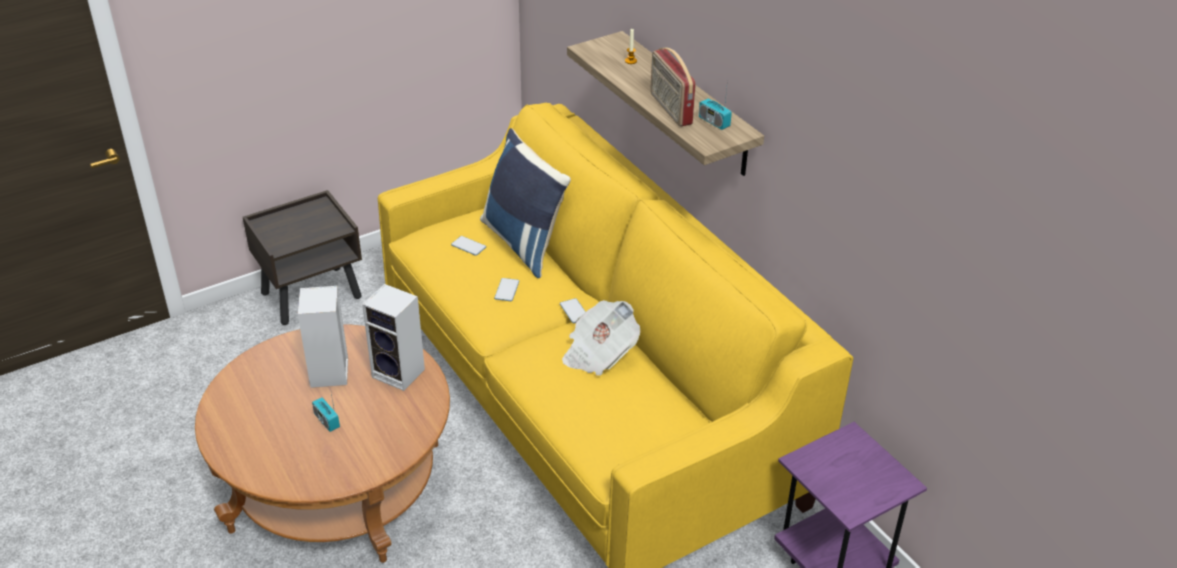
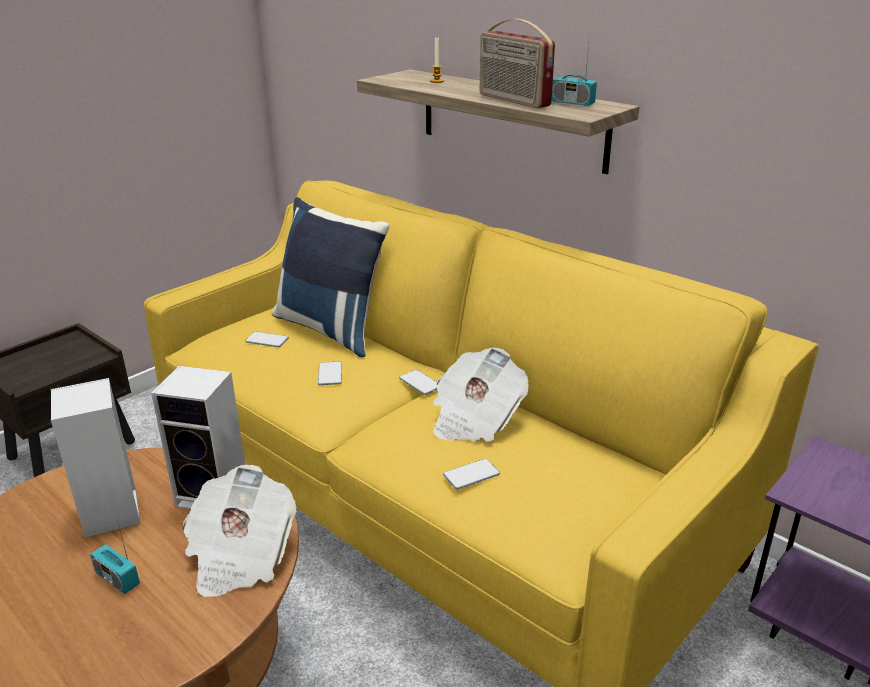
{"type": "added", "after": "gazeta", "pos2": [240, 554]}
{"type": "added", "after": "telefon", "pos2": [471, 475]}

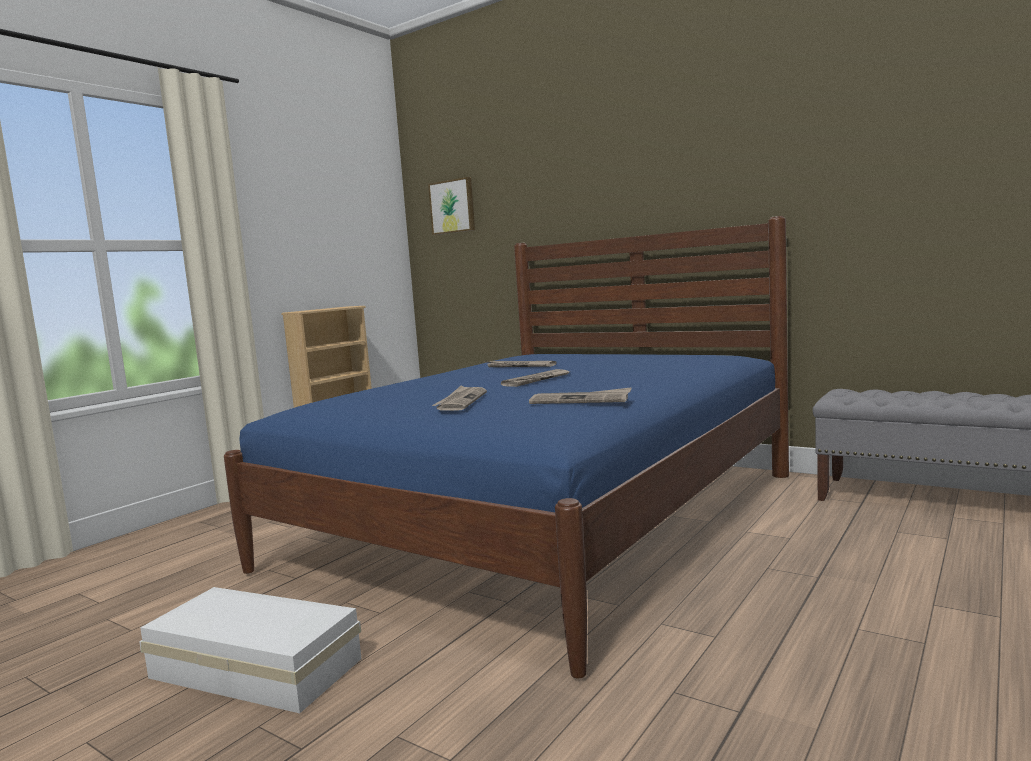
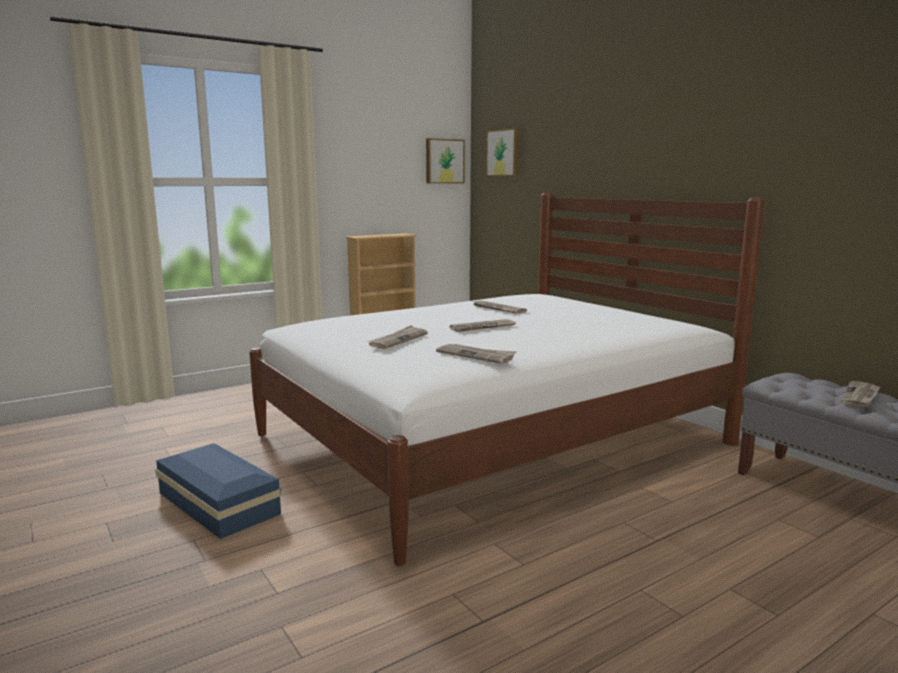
{"type": "added", "after": "obraz", "pos2": [444, 161]}
{"type": "added", "after": "gazeta", "pos2": [860, 396]}
{"type": "recoloured", "before": "pojemnik do przechowywania/biały", "after": "pojemnik do przechowywania/niebieski", "pos1": [254, 666], "pos2": [219, 502]}
{"type": "recoloured", "before": "łóżko/niebieski", "after": "łóżko/biały", "pos1": [547, 519], "pos2": [493, 439]}

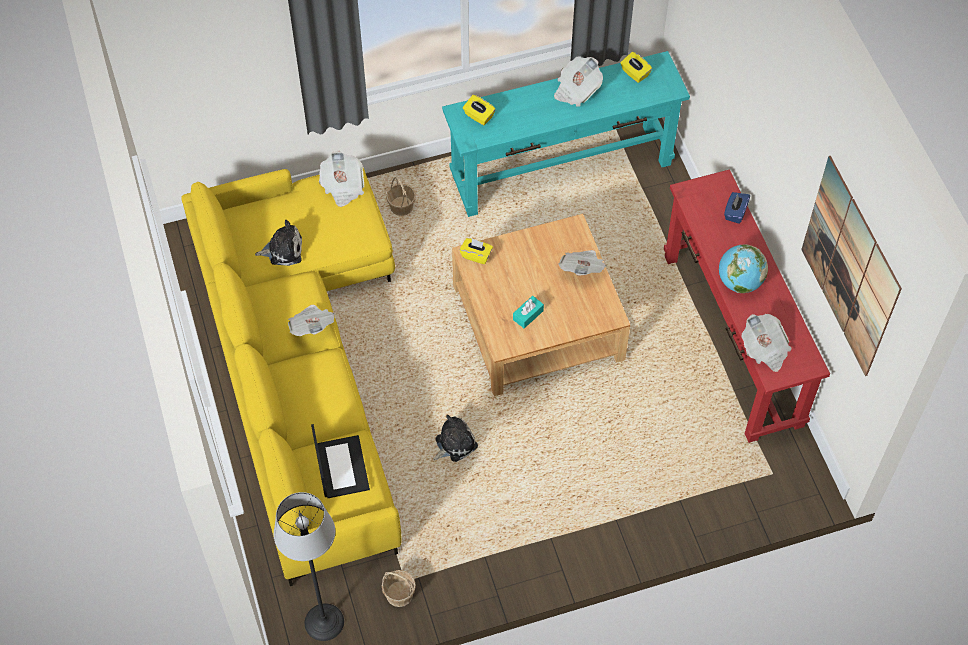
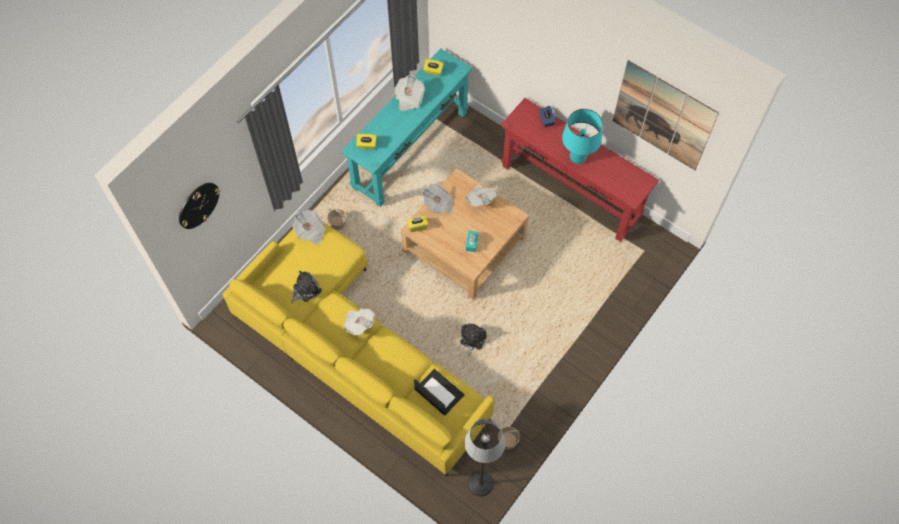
{"type": "added", "after": "zegar ścienny", "pos2": [198, 205]}
{"type": "moved", "before": "gazeta", "pos1": [764, 350], "pos2": [438, 204]}
{"type": "replaced", "before": "globus", "after": "lampa stołowa/turkusowy", "pos1": [739, 282], "pos2": [577, 157]}

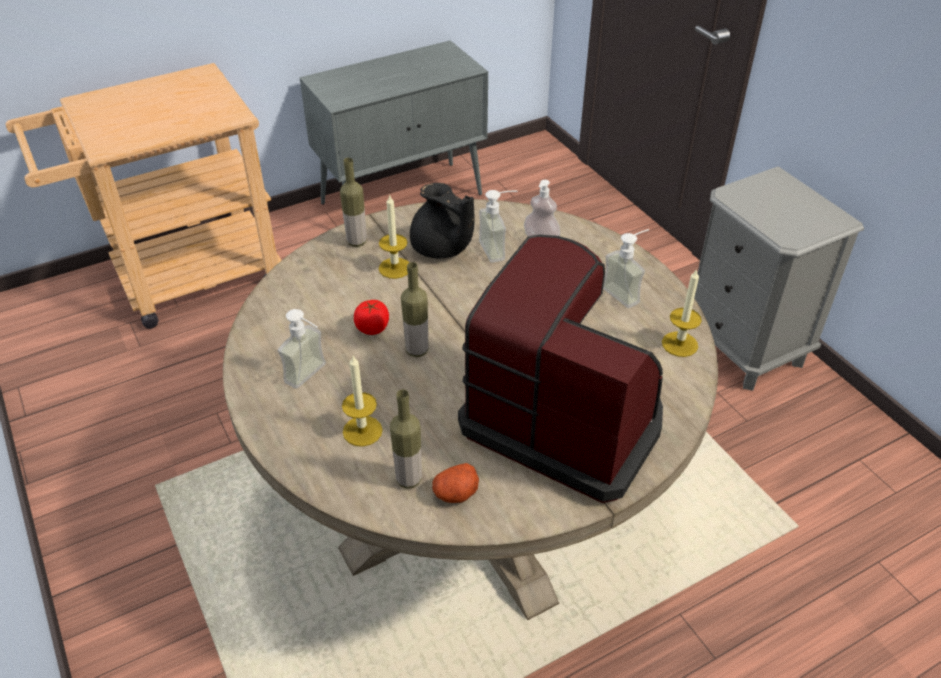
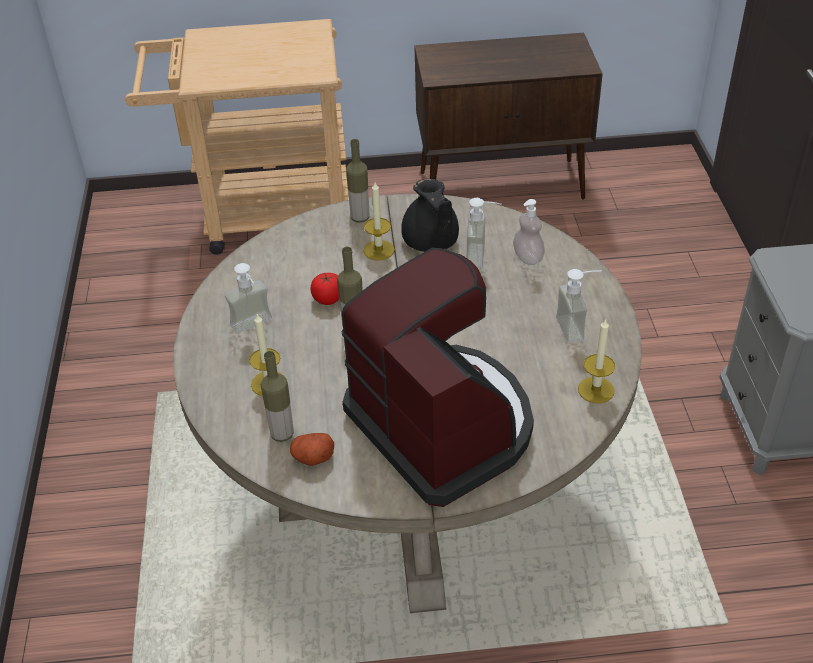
{"type": "recoloured", "before": "szafka/szary", "after": "szafka/brązowy", "pos1": [403, 198], "pos2": [503, 185]}

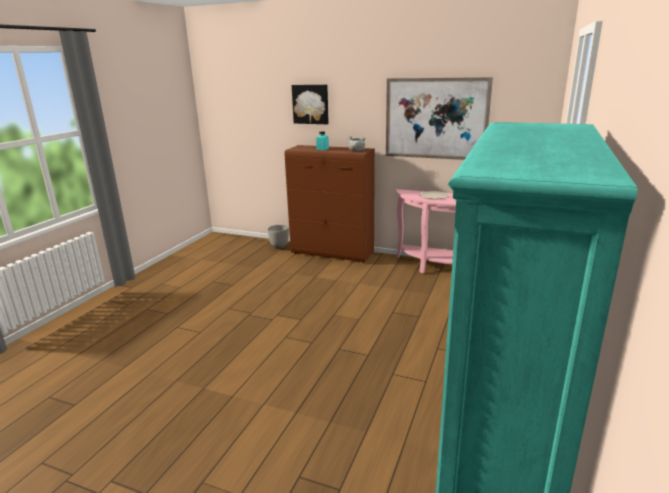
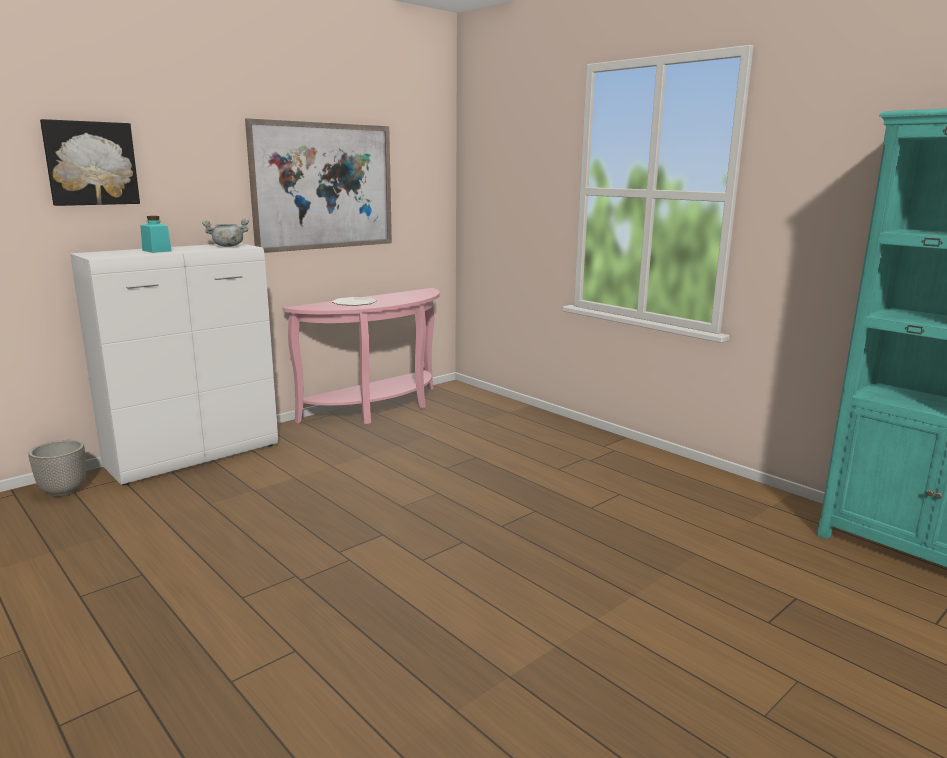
{"type": "recoloured", "before": "szafka/brązowy", "after": "szafka/biały", "pos1": [333, 253], "pos2": [195, 456]}

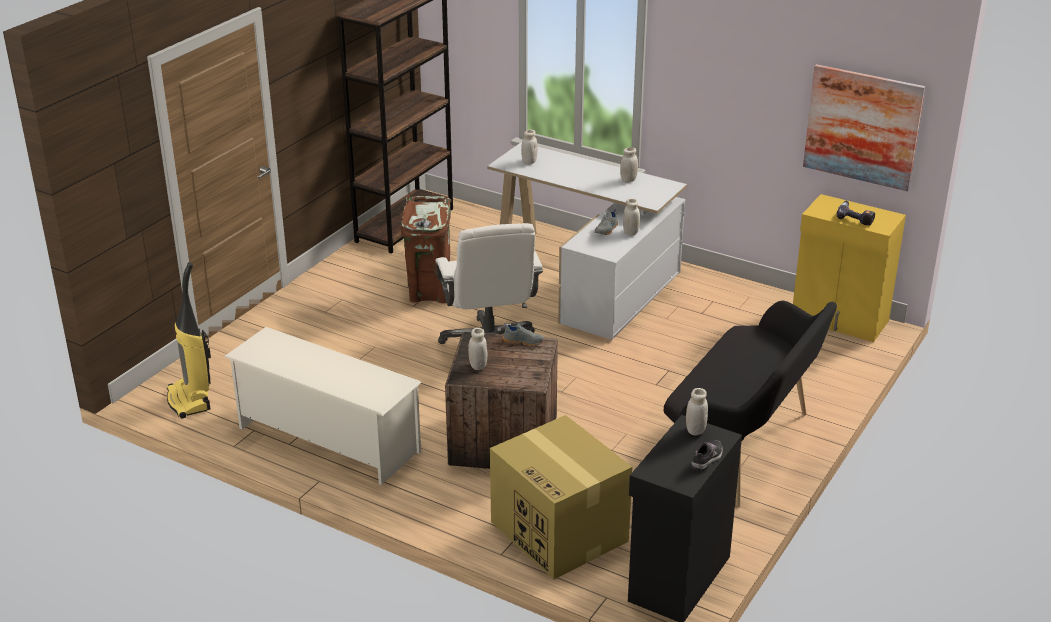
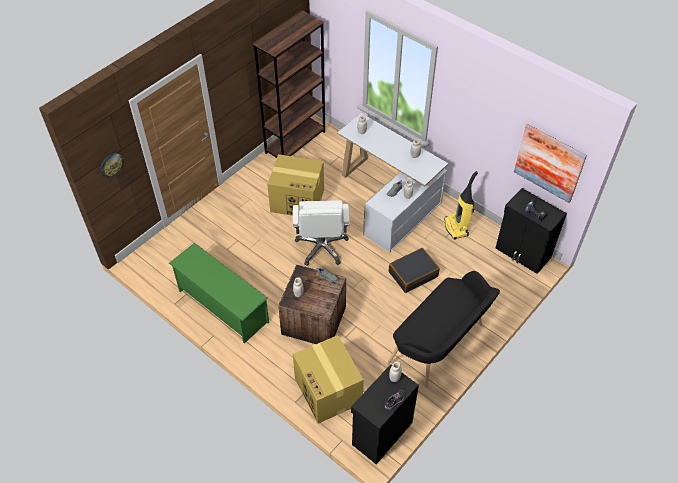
{"type": "added", "after": "zegar ścienny", "pos2": [111, 165]}
{"type": "added", "after": "walizka/czarny", "pos2": [413, 274]}
{"type": "moved", "before": "odkurzacz", "pos1": [190, 400], "pos2": [456, 227]}
{"type": "replaced", "before": "kosz na śmieci/brązowy", "after": "karton", "pos1": [430, 293], "pos2": [298, 200]}
{"type": "recoloured", "before": "regał na buty/biały", "after": "regał na buty/zielony", "pos1": [327, 440], "pos2": [222, 306]}
{"type": "recoloured", "before": "szafka/żółty", "after": "szafka/czarny", "pos1": [840, 320], "pos2": [522, 253]}

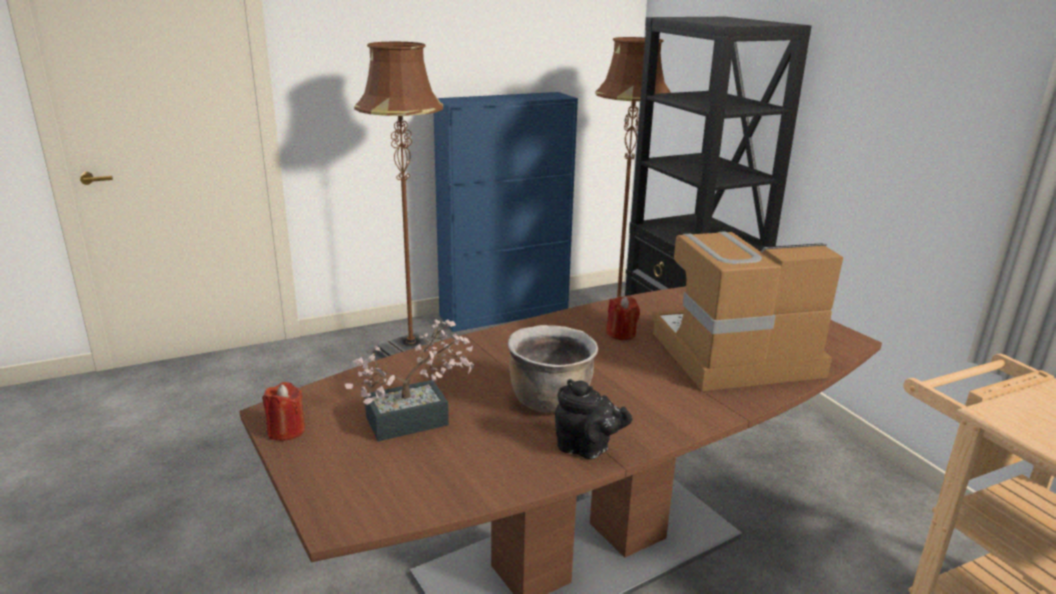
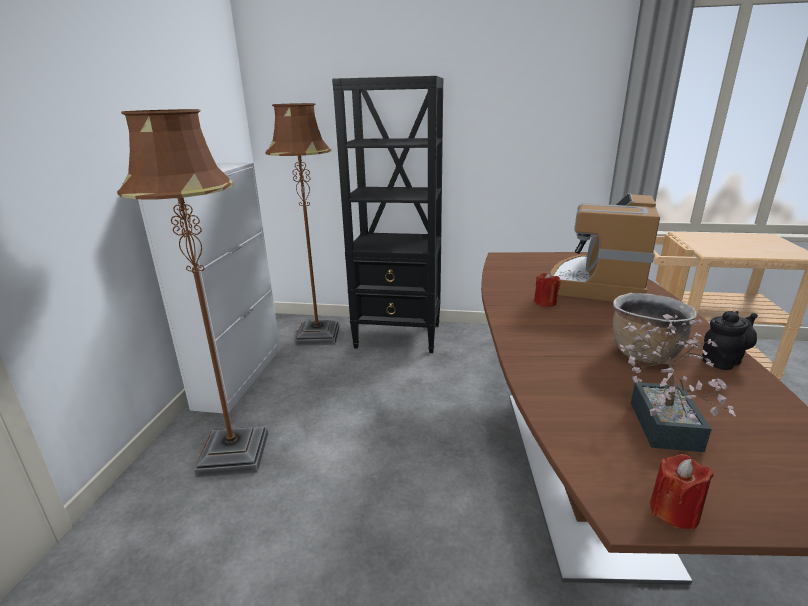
{"type": "recoloured", "before": "szafka/niebieski", "after": "szafka/biały", "pos1": [505, 313], "pos2": [240, 376]}

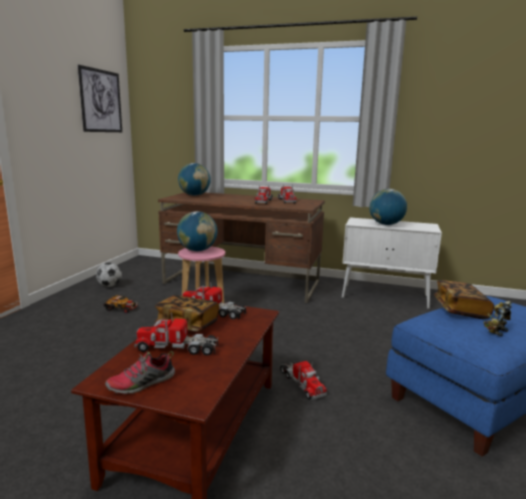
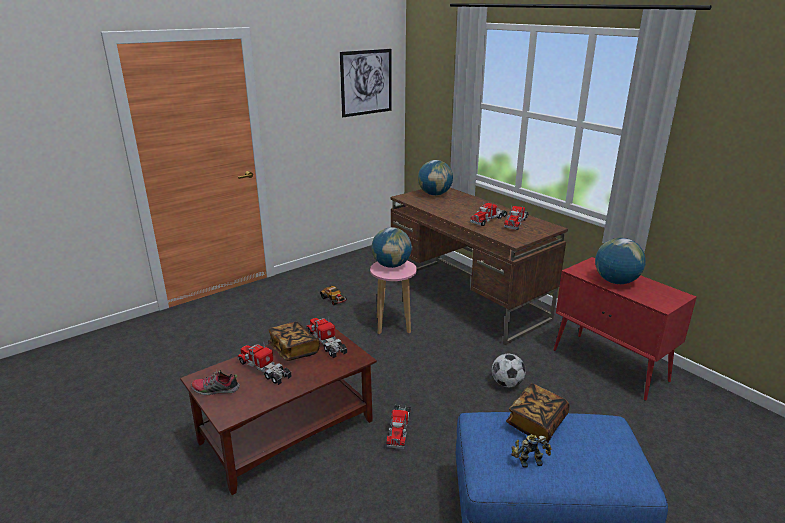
{"type": "moved", "before": "piłka futbolowa", "pos1": [110, 286], "pos2": [507, 383]}
{"type": "recoloured", "before": "szafka/biały", "after": "szafka/czerwony", "pos1": [385, 297], "pos2": [610, 366]}

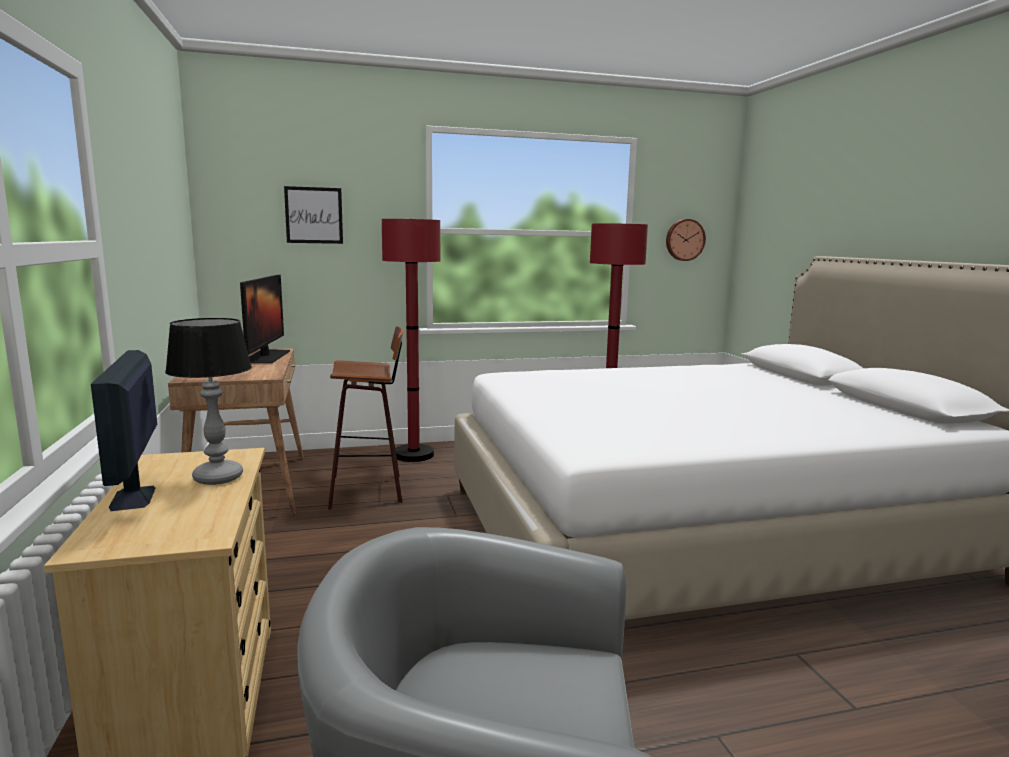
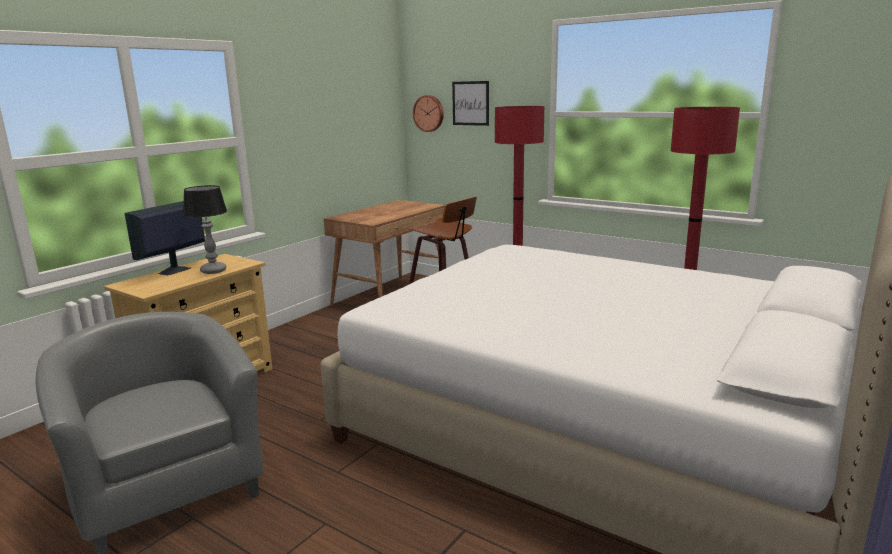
{"type": "removed", "before": "monitor", "pos1": [266, 356]}
{"type": "moved", "before": "zegar ścienny", "pos1": [684, 240], "pos2": [429, 113]}

